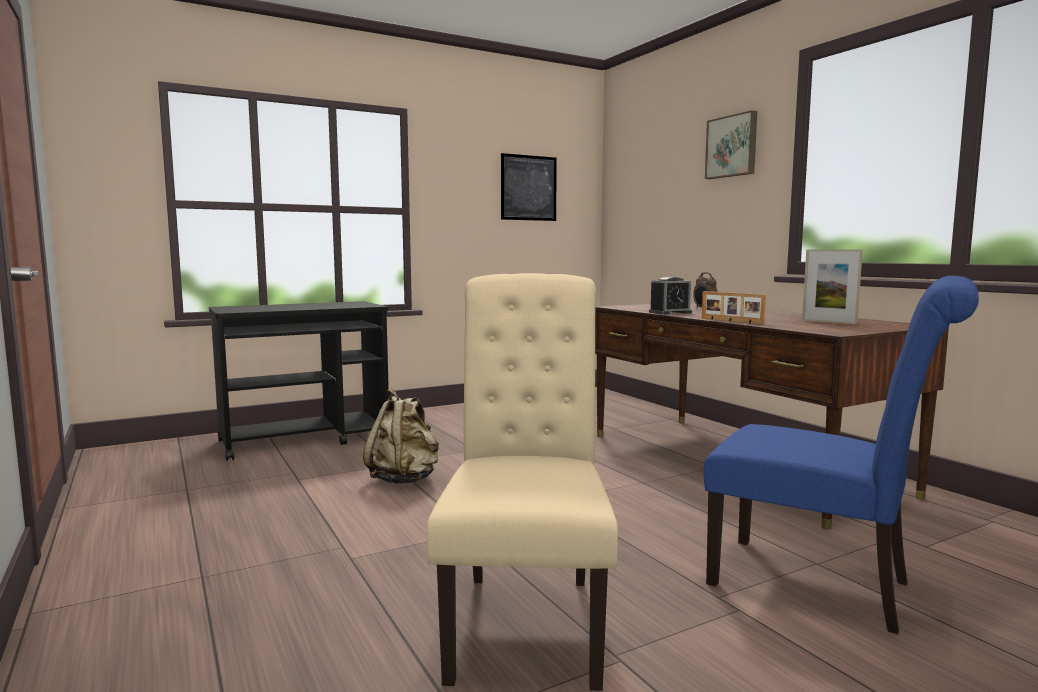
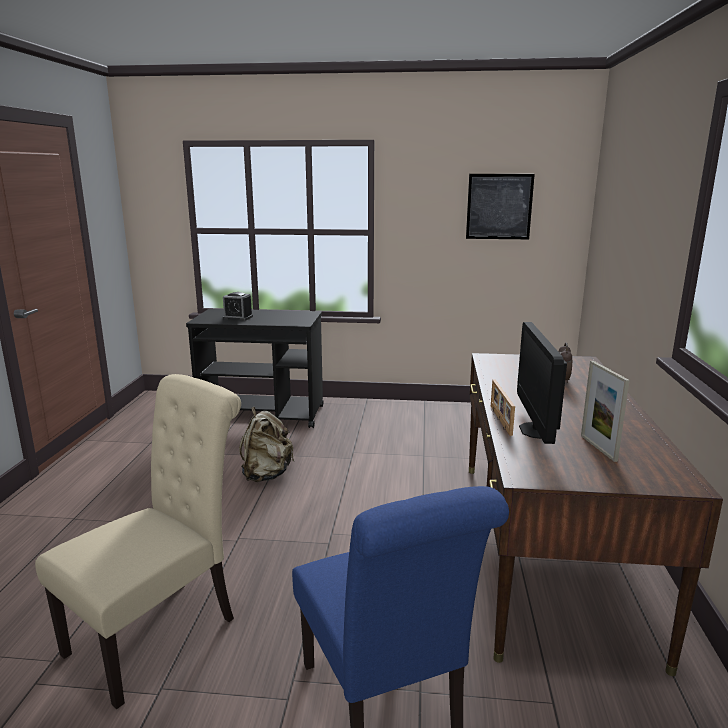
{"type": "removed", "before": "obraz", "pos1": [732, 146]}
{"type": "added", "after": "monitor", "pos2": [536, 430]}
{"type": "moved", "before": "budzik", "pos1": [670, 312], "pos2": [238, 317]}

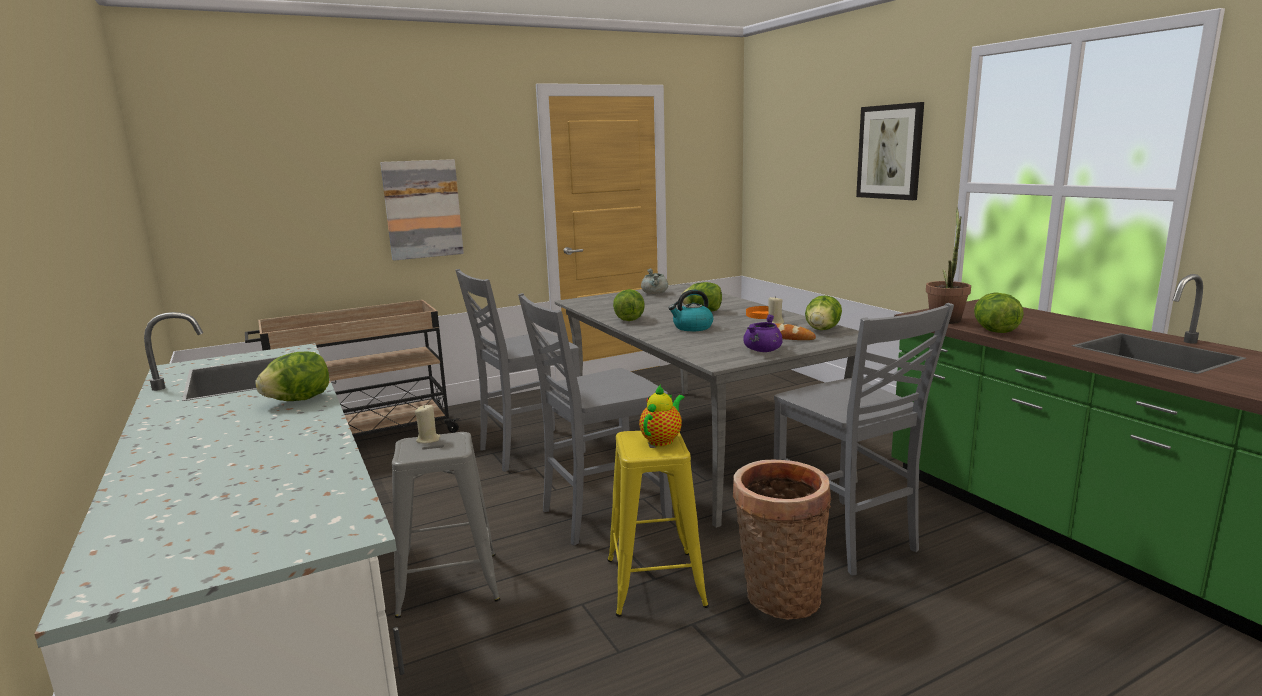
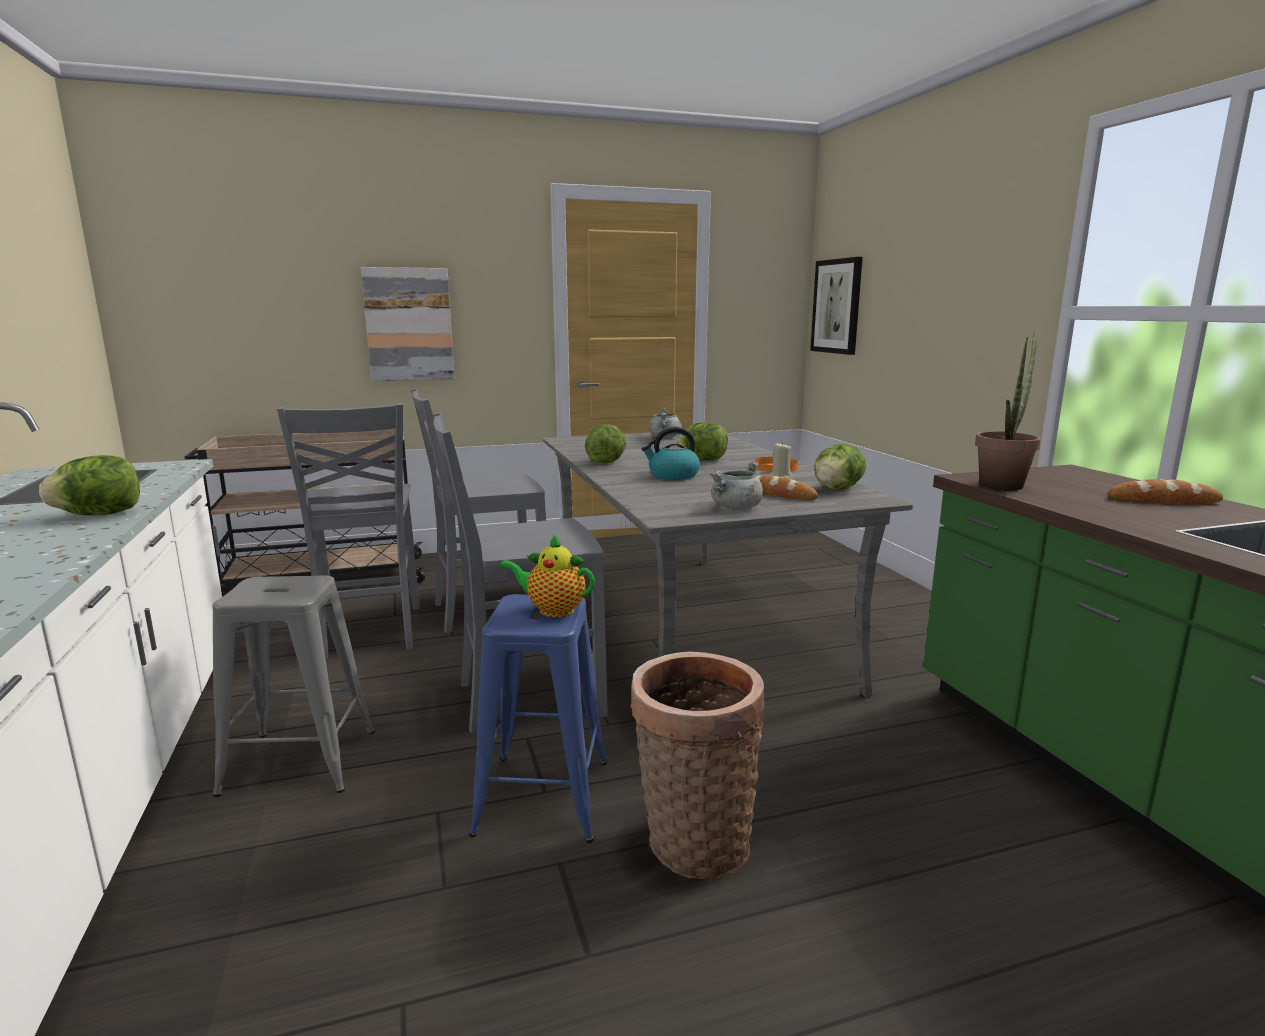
{"type": "removed", "before": "świeca/beżowy", "pos1": [428, 439]}
{"type": "removed", "before": "sałata", "pos1": [994, 331]}
{"type": "added", "after": "chleb", "pos2": [1163, 500]}
{"type": "moved", "before": "krzesło/szary", "pos1": [846, 537], "pos2": [369, 633]}
{"type": "moved", "before": "obraz", "pos1": [890, 152], "pos2": [837, 306]}
{"type": "recoloured", "before": "stołek/żółty", "after": "stołek/niebieski", "pos1": [655, 582], "pos2": [542, 796]}
{"type": "recoloured", "before": "garnek/fioletowy", "after": "garnek/szary", "pos1": [762, 351], "pos2": [736, 508]}
{"type": "turned", "before": "imbryk", "pos1": [662, 440], "pos2": [552, 610], "turn": -120}

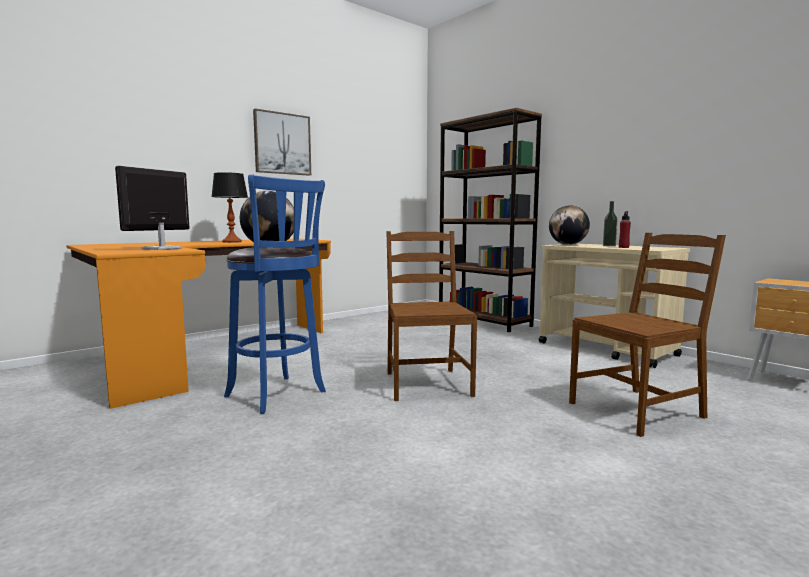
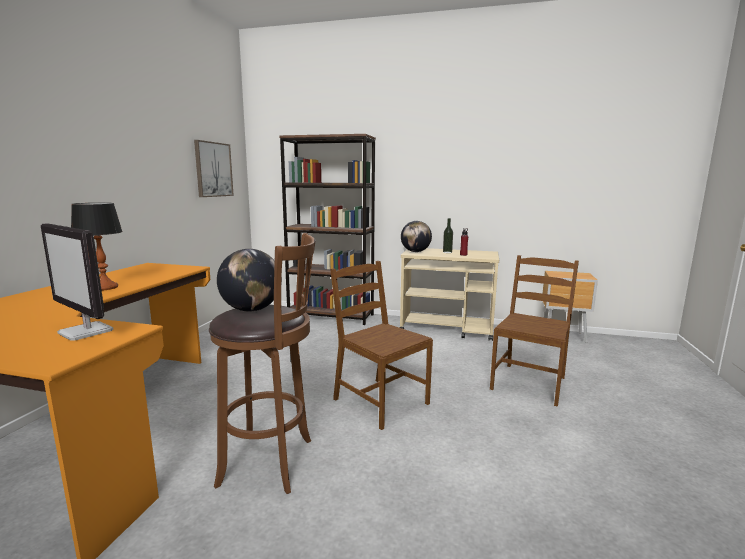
{"type": "moved", "before": "obraz", "pos1": [282, 143], "pos2": [213, 169]}
{"type": "recoloured", "before": "stołek/niebieski", "after": "stołek/brązowy", "pos1": [279, 395], "pos2": [272, 462]}
{"type": "turned", "before": "monitor", "pos1": [161, 249], "pos2": [86, 332], "turn": -45}

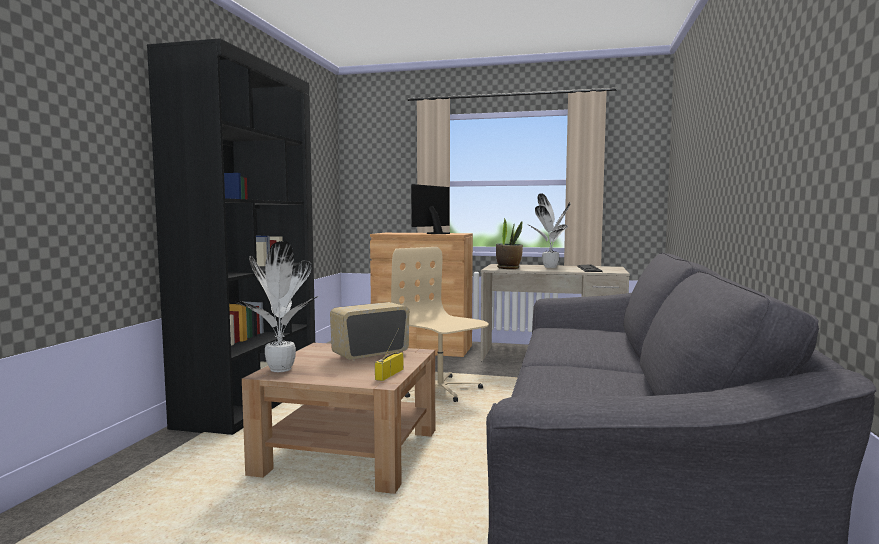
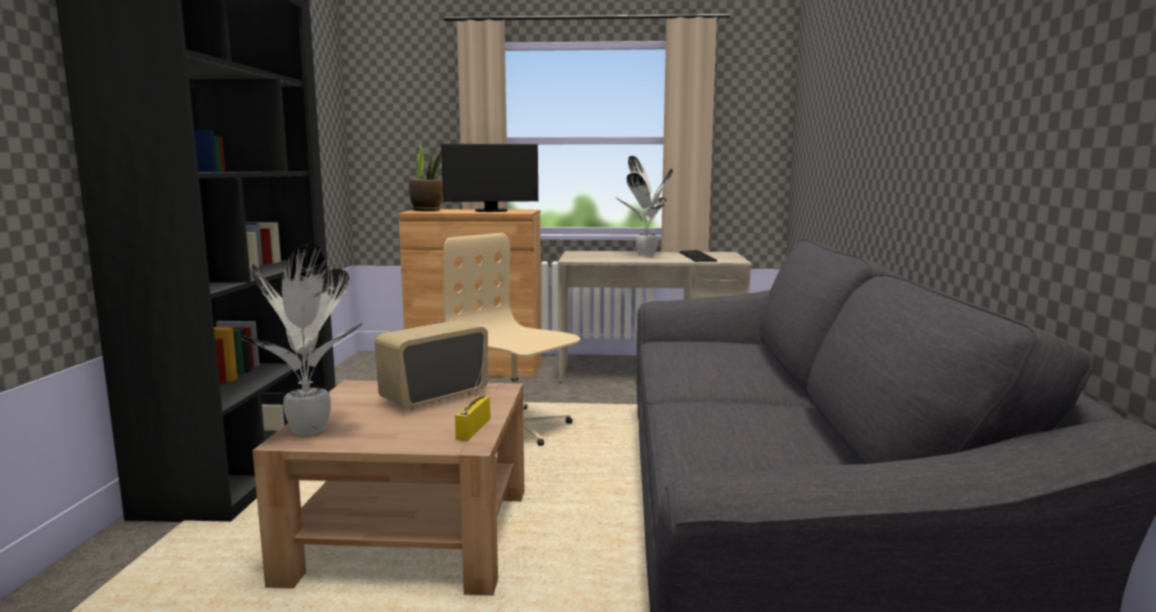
{"type": "moved", "before": "roślina doniczkowa", "pos1": [508, 268], "pos2": [427, 210]}
{"type": "turned", "before": "monitor", "pos1": [435, 233], "pos2": [491, 211], "turn": -120}

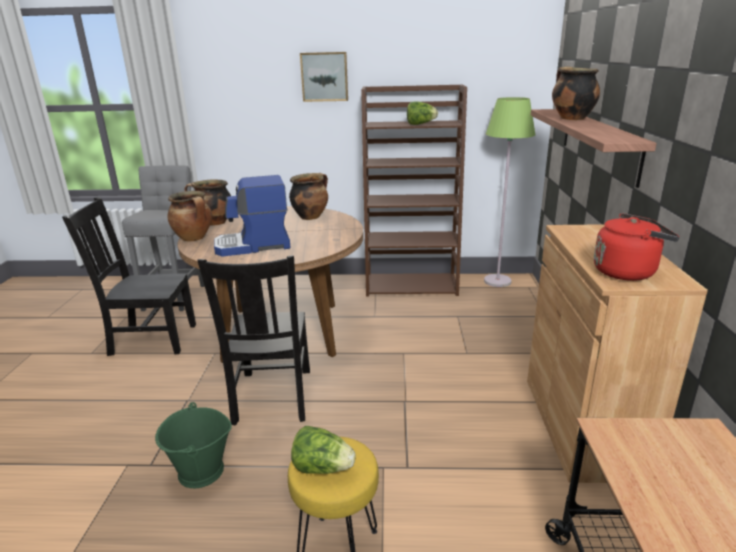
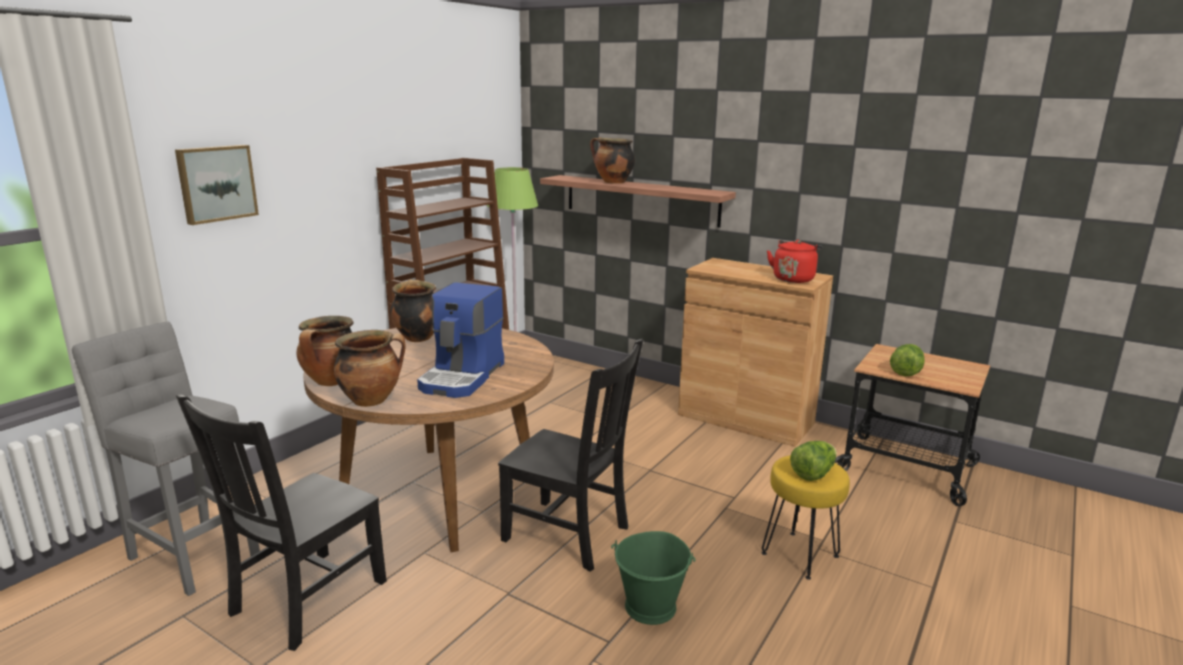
{"type": "moved", "before": "obraz", "pos1": [324, 76], "pos2": [216, 183]}
{"type": "moved", "before": "sałata", "pos1": [420, 124], "pos2": [906, 372]}

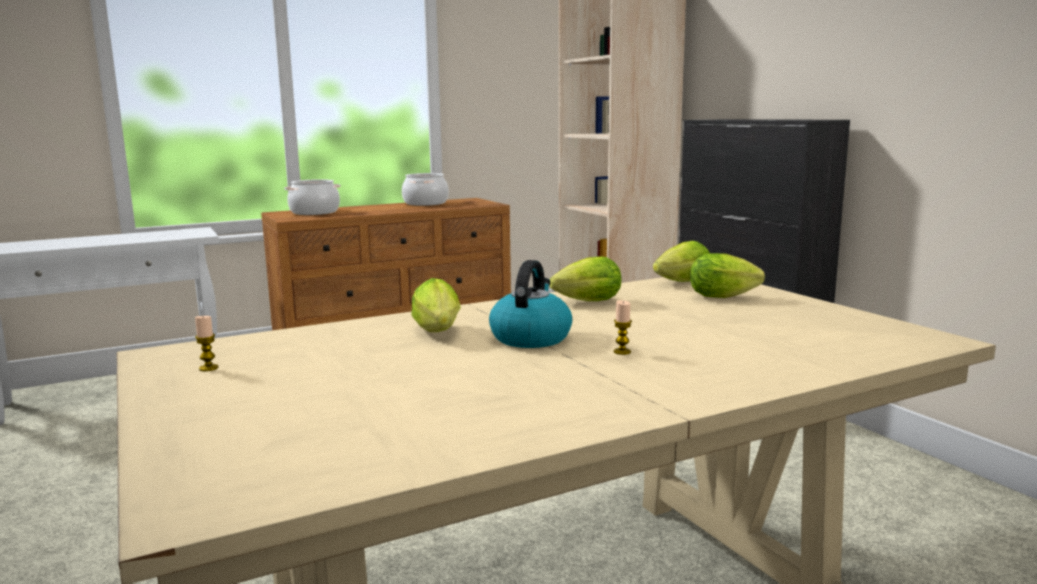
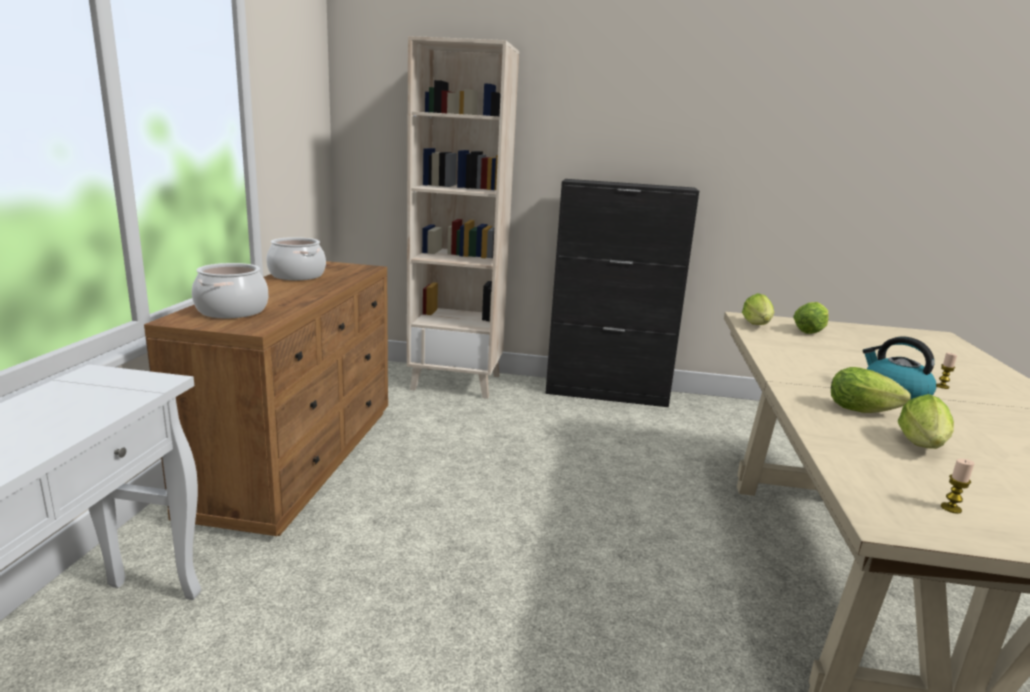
{"type": "moved", "before": "sałata", "pos1": [584, 302], "pos2": [923, 447]}

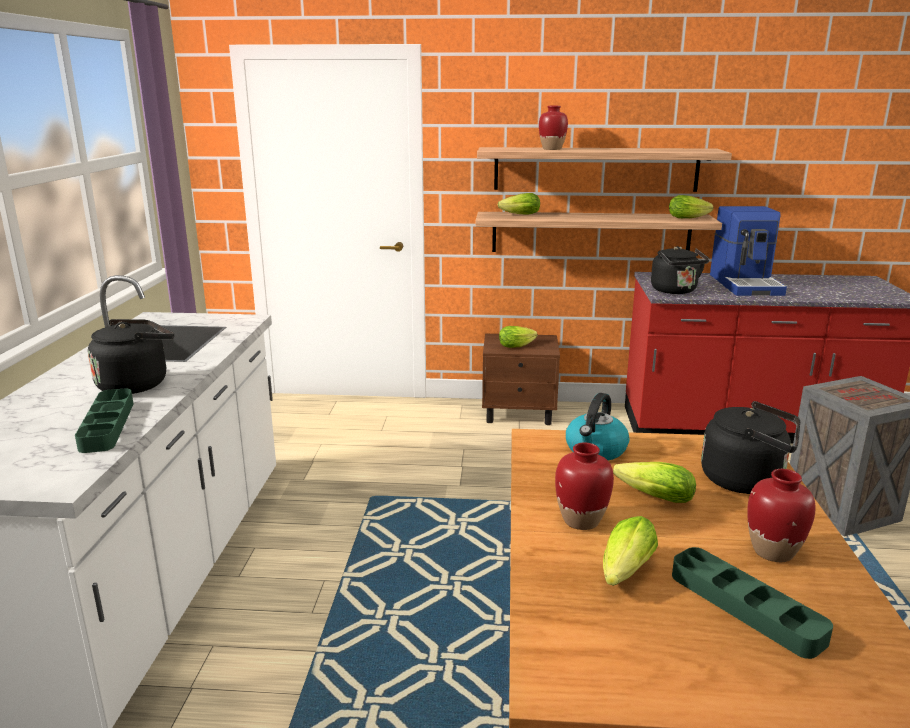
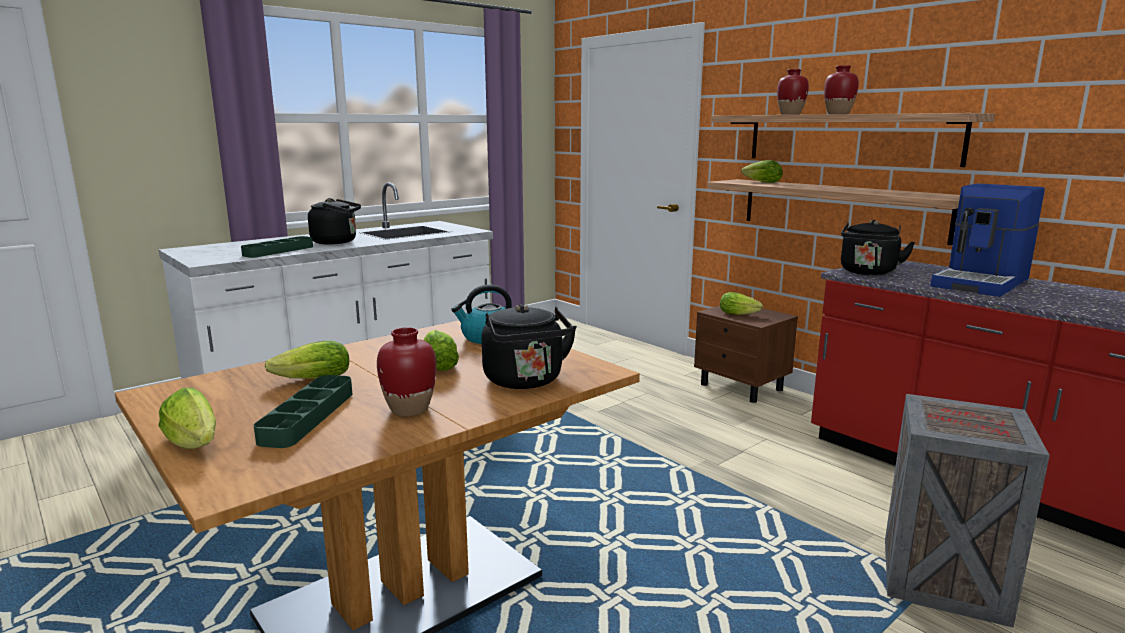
{"type": "moved", "before": "wazon/czerwony", "pos1": [580, 520], "pos2": [838, 114]}
{"type": "moved", "before": "sałata", "pos1": [690, 218], "pos2": [195, 444]}

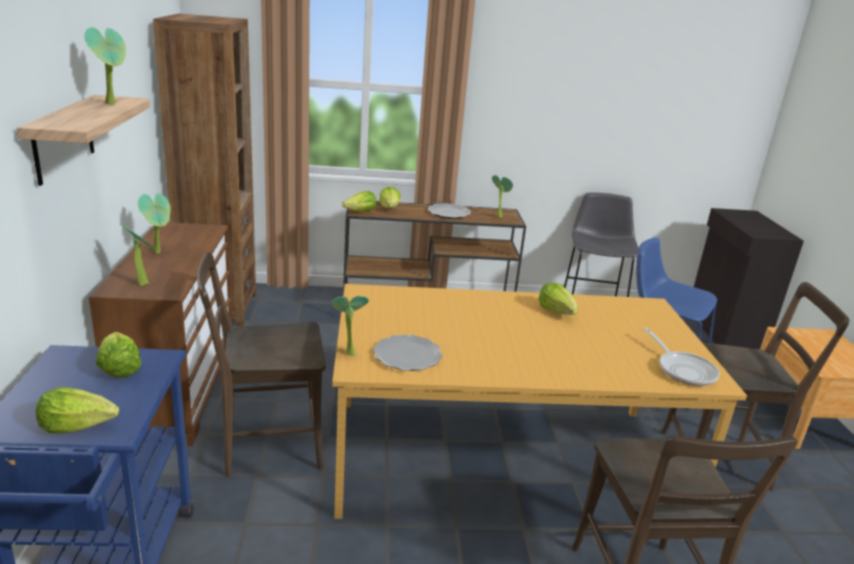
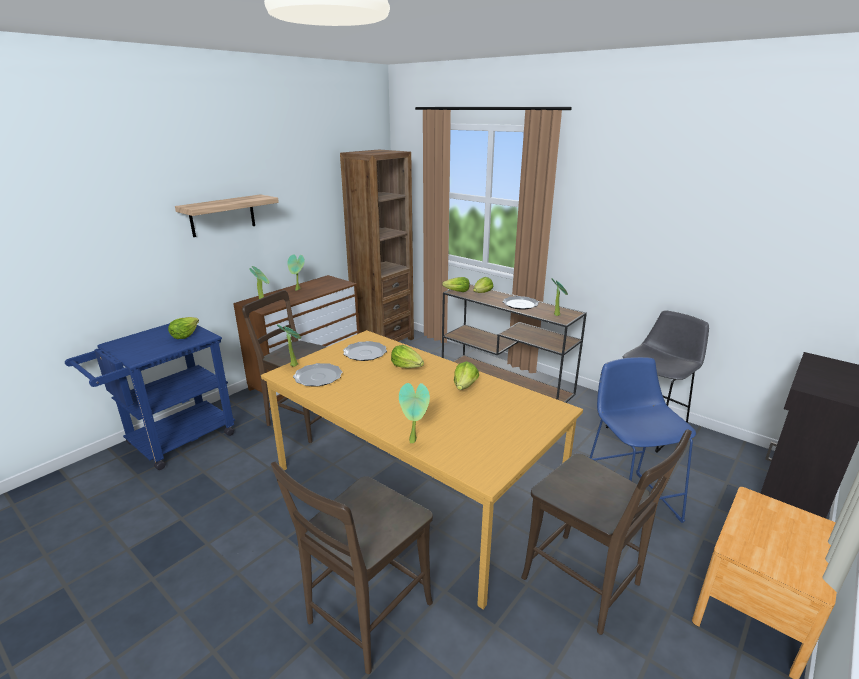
{"type": "removed", "before": "patelnia", "pos1": [683, 370]}
{"type": "added", "after": "talerz", "pos2": [365, 353]}
{"type": "moved", "before": "sałata", "pos1": [78, 425], "pos2": [407, 366]}
{"type": "moved", "before": "roślina doniczkowa", "pos1": [113, 103], "pos2": [414, 441]}

